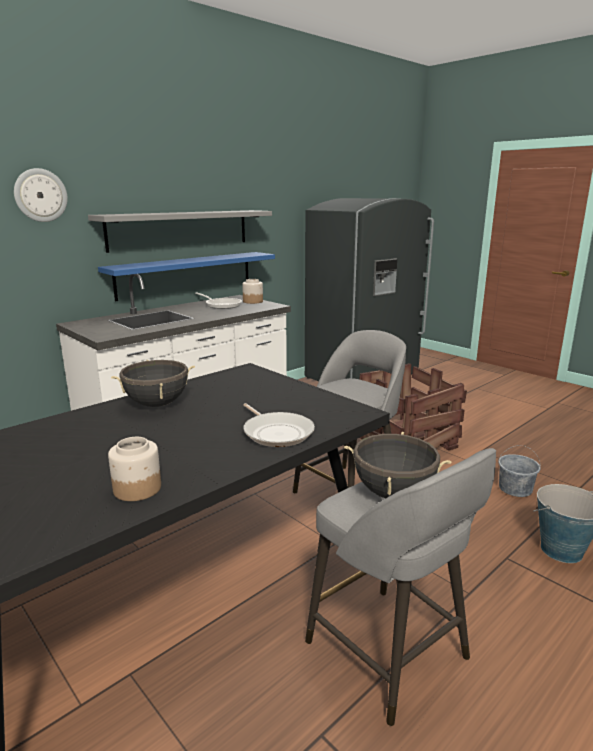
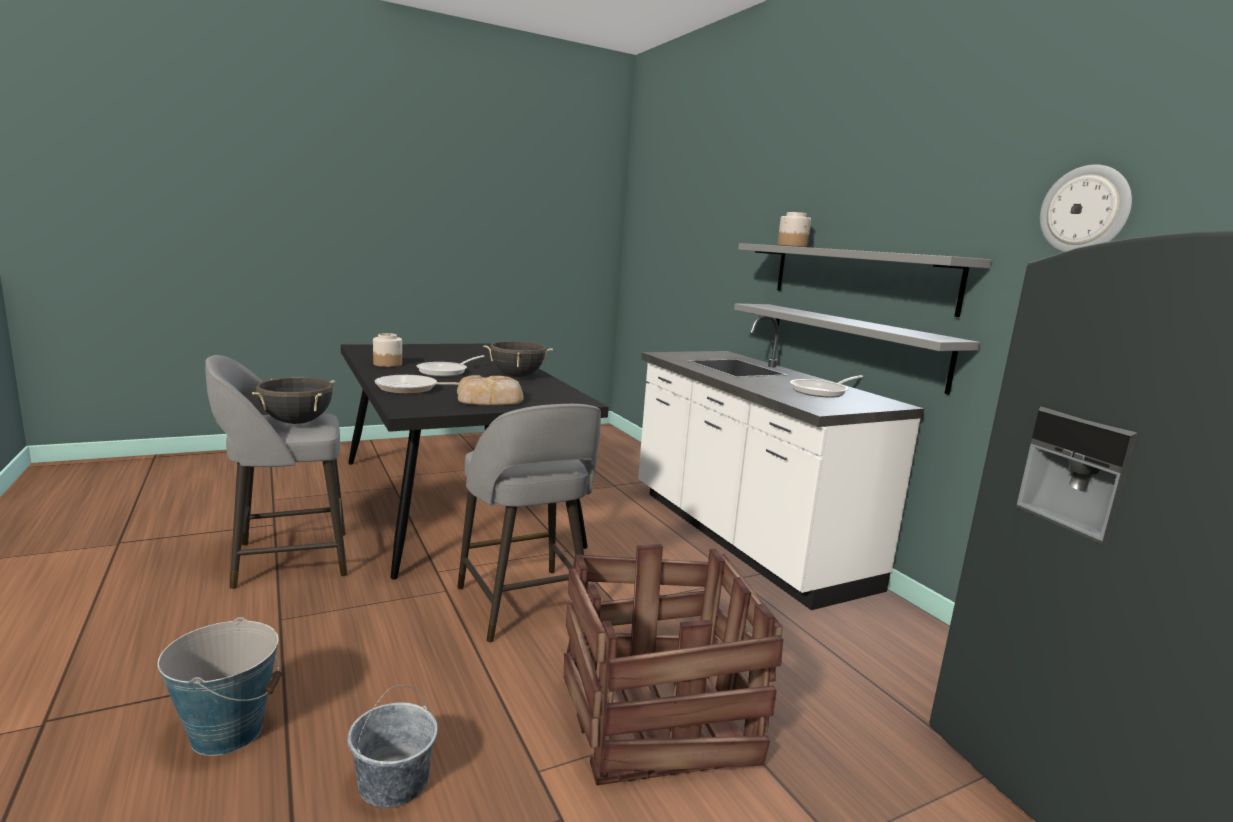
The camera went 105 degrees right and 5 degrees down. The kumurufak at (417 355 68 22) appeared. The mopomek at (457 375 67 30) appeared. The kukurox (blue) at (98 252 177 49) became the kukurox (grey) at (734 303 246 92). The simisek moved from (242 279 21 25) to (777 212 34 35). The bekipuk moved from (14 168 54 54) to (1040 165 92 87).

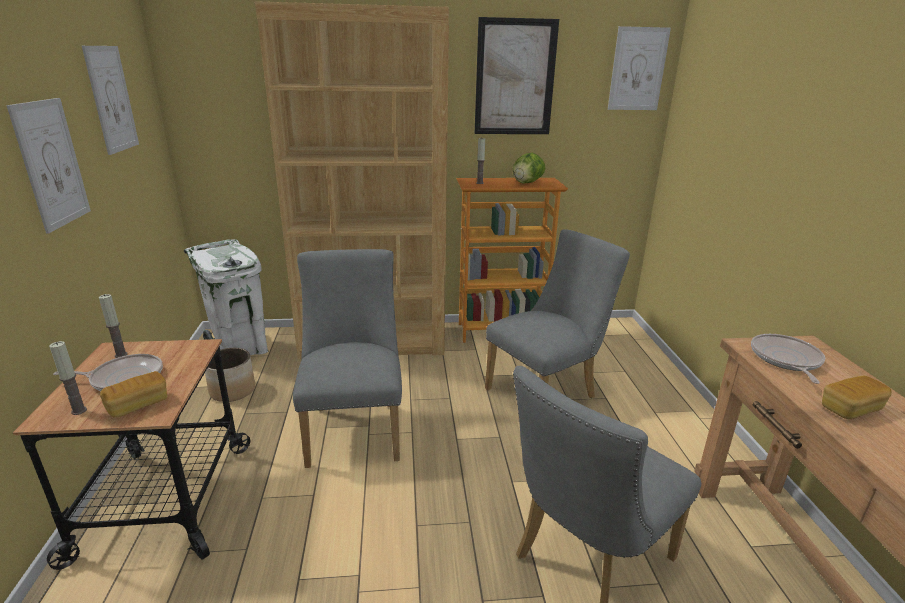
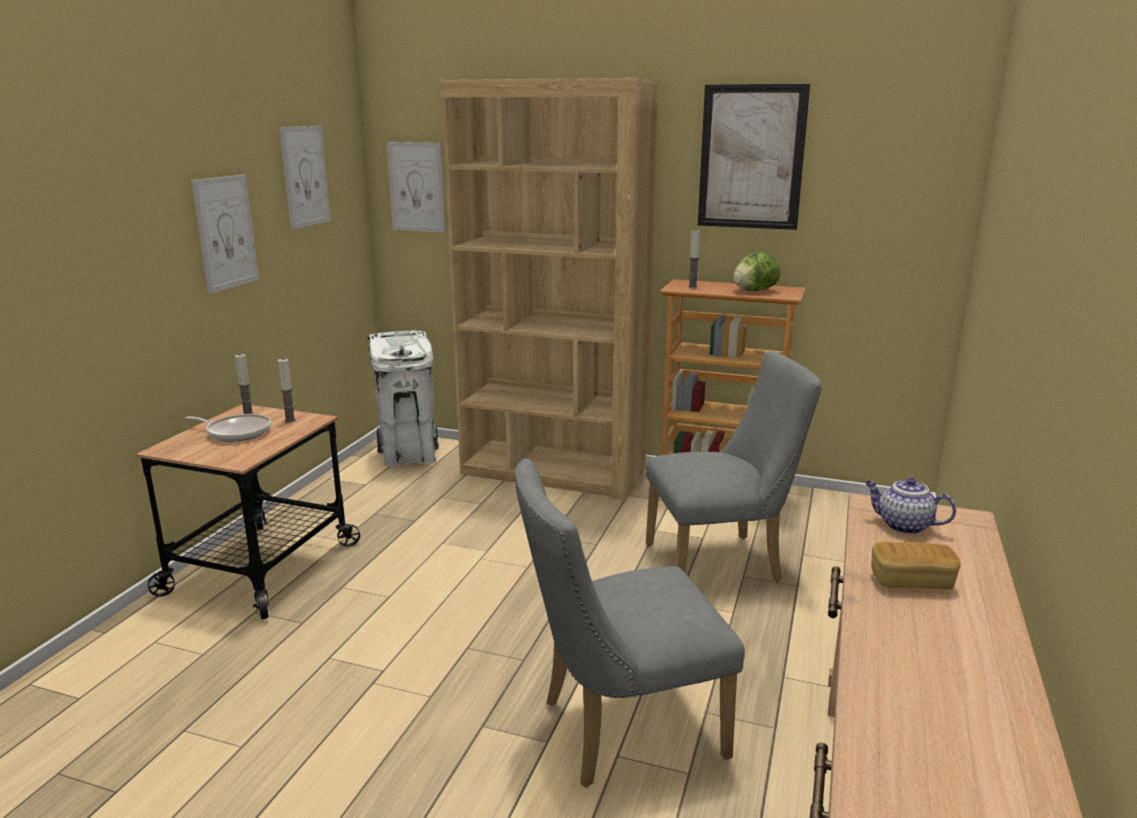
The camera went 25 degrees right and 5 degrees down. The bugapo moved from (49 341 38 74) to (277 359 19 64). The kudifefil moved from (608 26 63 84) to (387 142 58 90). The kumurufak at (751 334 74 50) was replaced by the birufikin at (865 478 91 56). The mopomek at (100 371 67 47) disappeared. The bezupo at (205 348 50 54) disappeared. The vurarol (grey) at (293 249 109 219) disappeared.

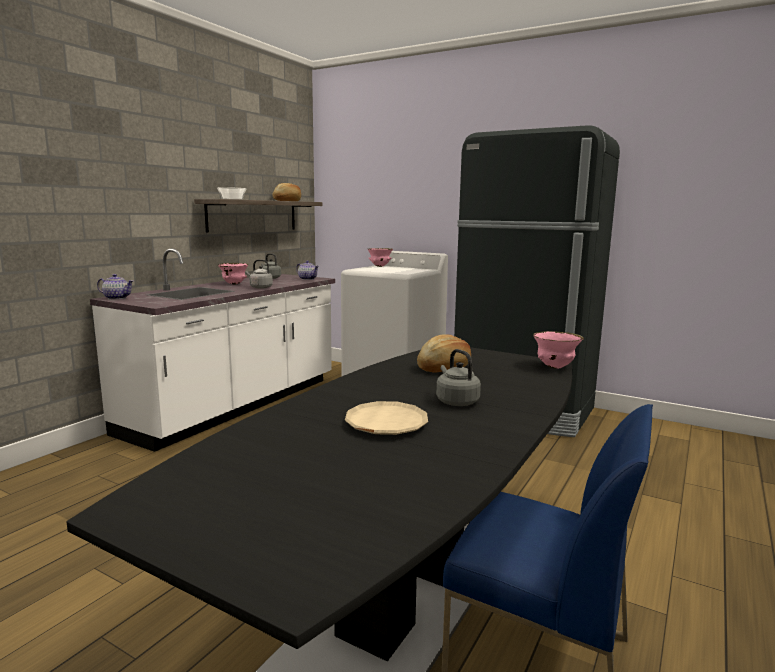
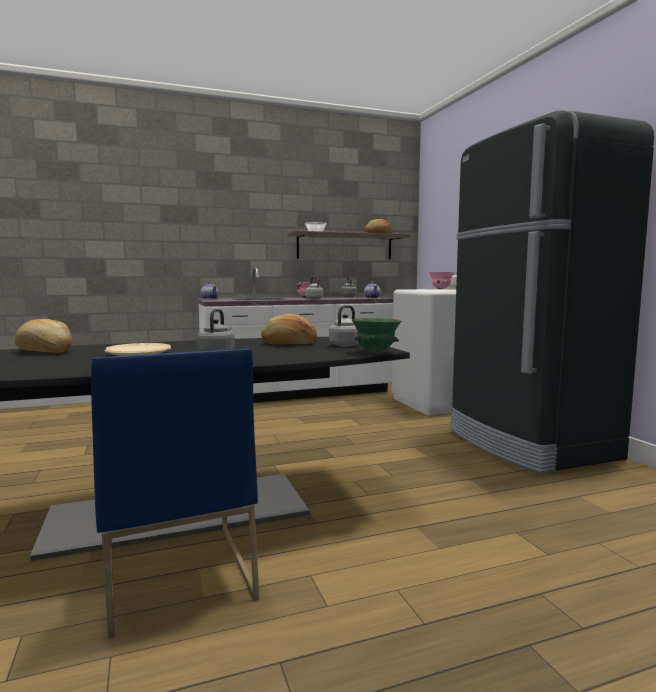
The camera went 40 degrees right and 5 degrees down. The mopomek at (15 319 57 34) appeared. The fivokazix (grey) at (329 305 30 42) appeared. The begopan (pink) at (533 331 51 38) became the begopan (green) at (352 318 50 35).

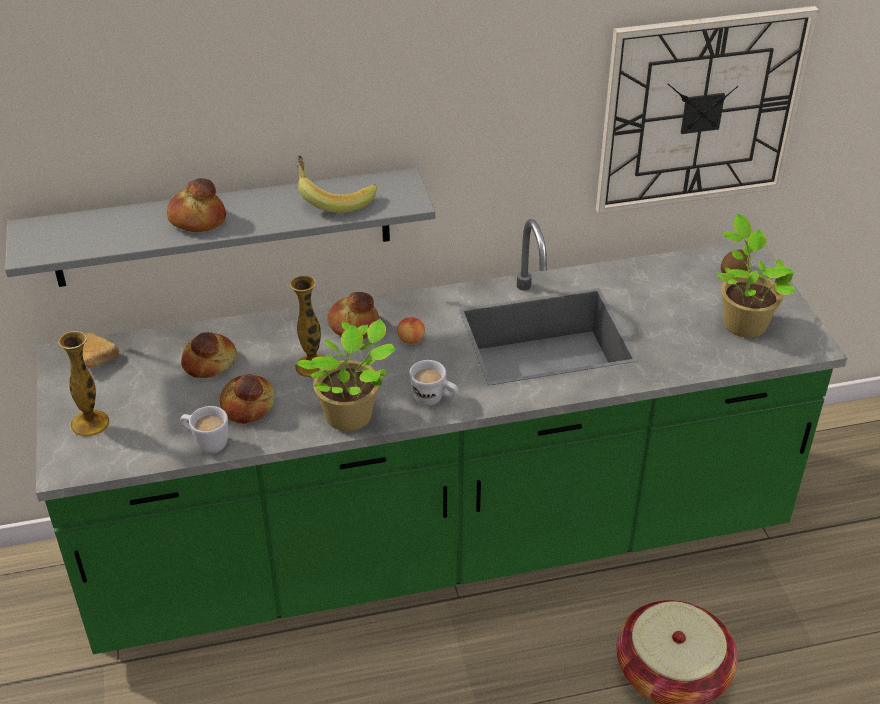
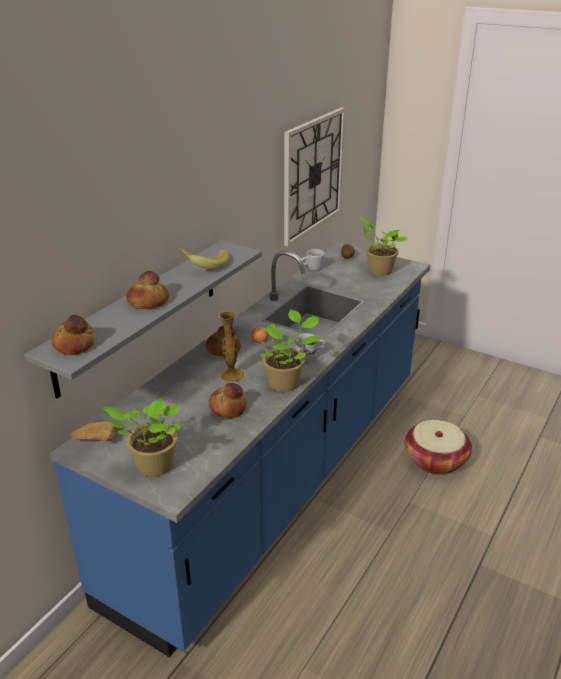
The camera went 45 degrees left and 10 degrees down. The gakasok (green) at (36 219 811 435) became the gakasok (blue) at (50 243 380 414). The mopomek moved from (181 332 56 46) to (52 315 44 40). The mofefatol at (58 331 52 106) was replaced by the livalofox at (102 398 79 79). The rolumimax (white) moved from (180 406 48 48) to (301 249 24 22).

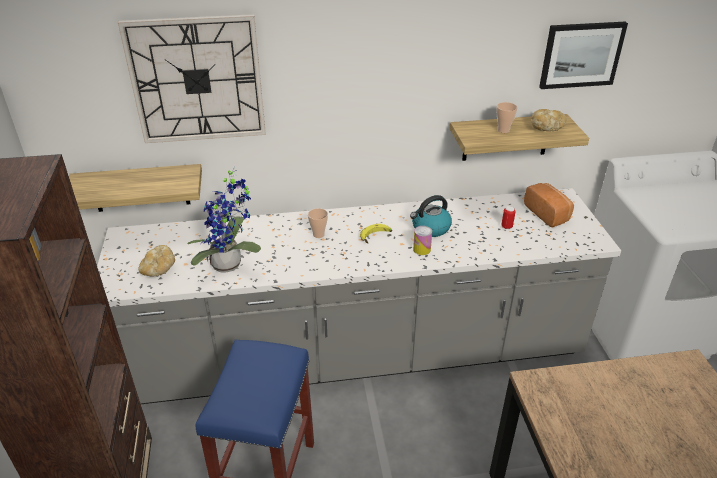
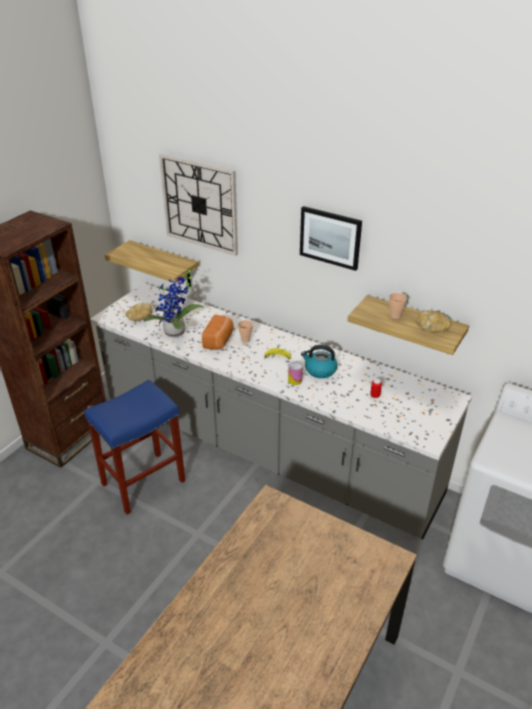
The camera went 40 degrees right and 0 degrees up. The mopomek moved from (524 183 50 44) to (202 315 32 35). The kudifefil moved from (539 22 89 67) to (300 206 62 65).

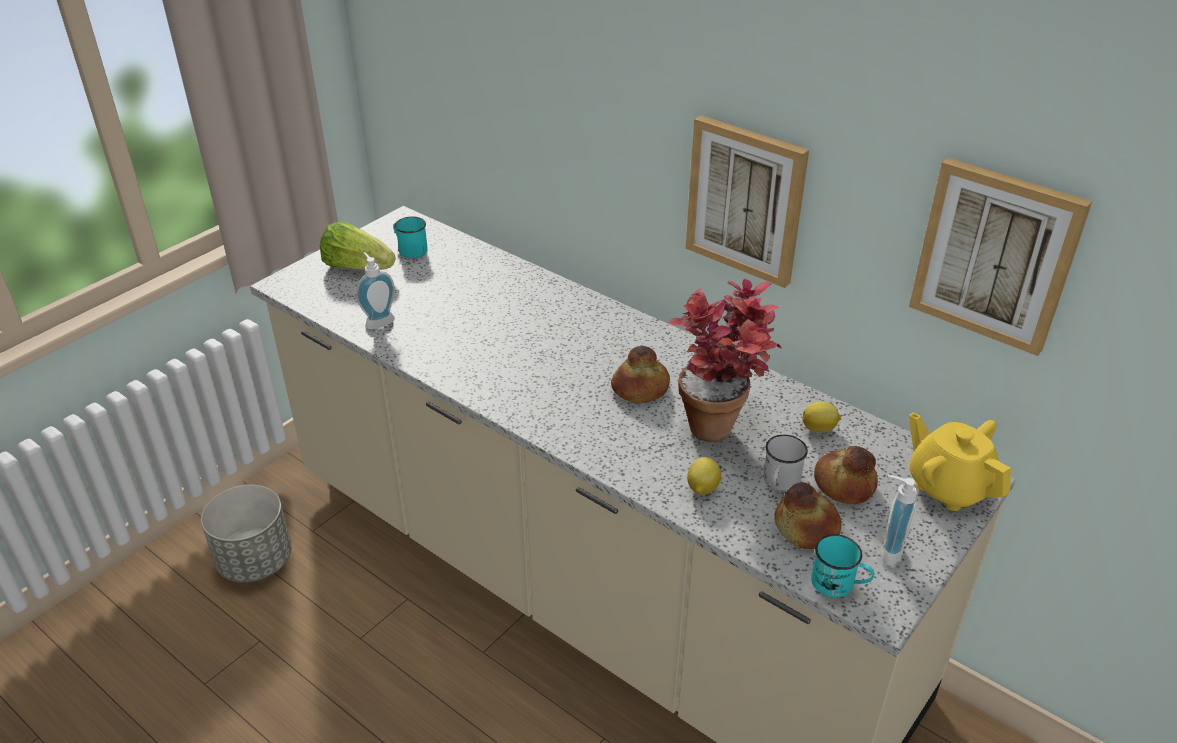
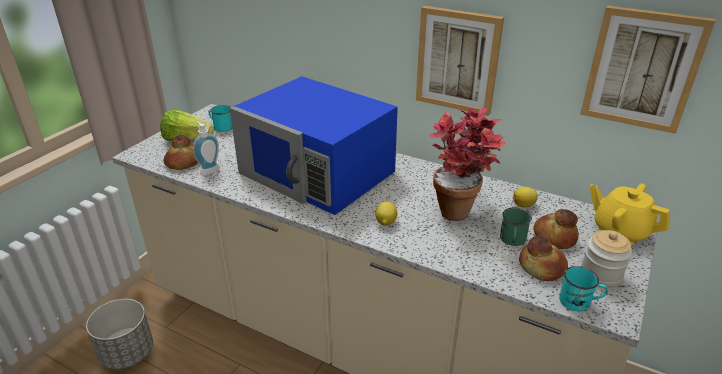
The camera went 10 degrees left and 5 degrees down. The mopomek moved from (611 346 59 58) to (163 135 35 35). The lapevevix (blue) at (229 76 169 139) appeared. The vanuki moved from (687 457 34 38) to (376 201 21 25). The rolumimax (white) at (763 435 45 56) became the rolumimax (green) at (500 207 32 39). The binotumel at (881 475 36 90) was replaced by the simisek at (581 230 51 58).

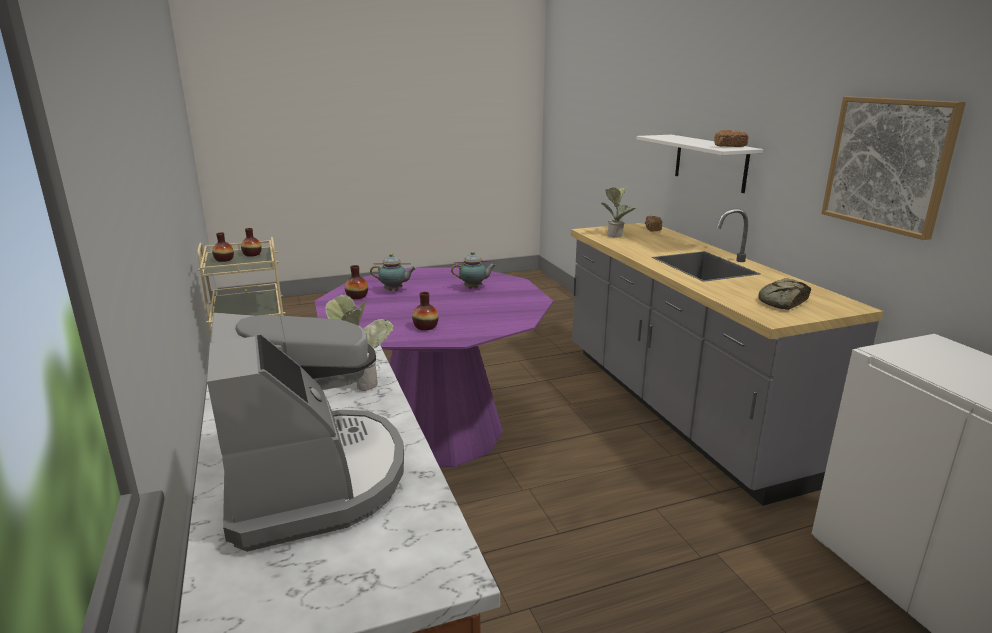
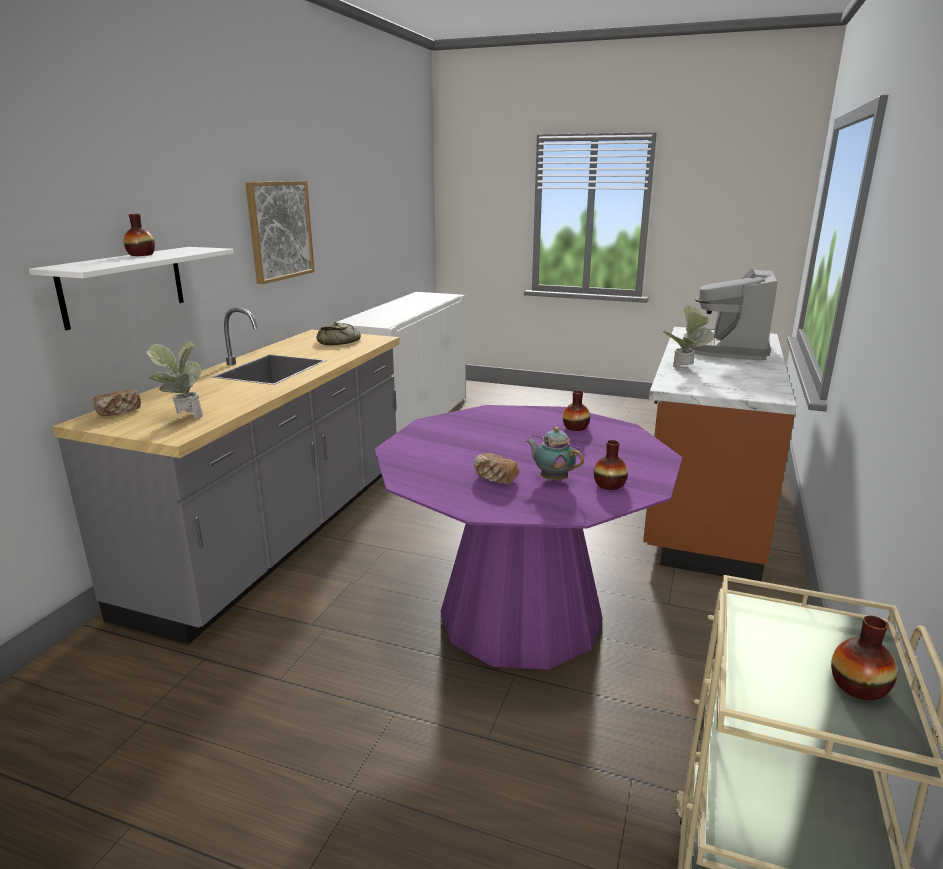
The camera went 140 degrees left and 0 degrees up. The mofefatol moved from (241 228 21 29) to (124 214 31 42). The mopomek moved from (714 130 35 17) to (474 453 45 31). The birufikin at (451 251 45 38) disappeared.

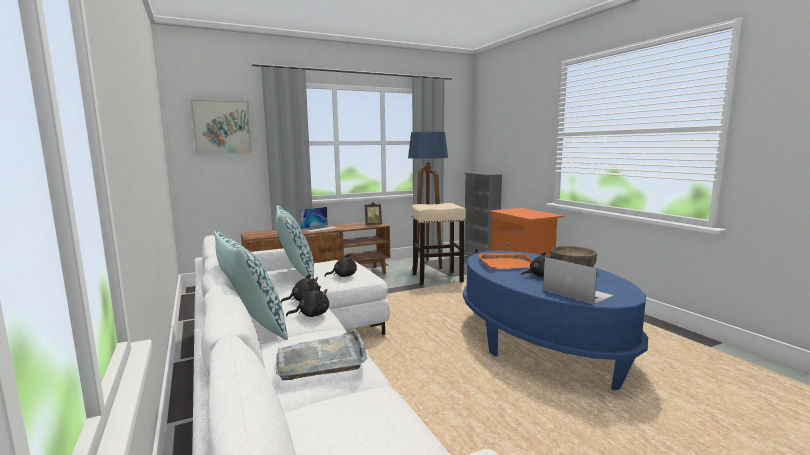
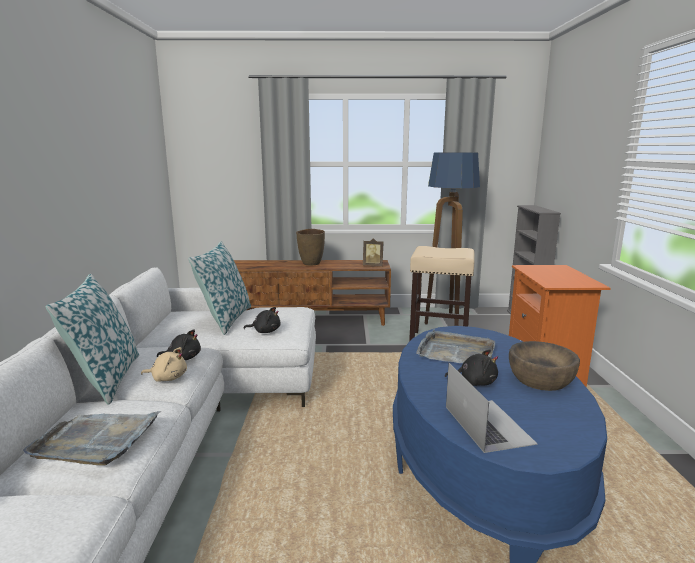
The camera went 25 degrees right and 5 degrees up. The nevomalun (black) at (286 286 43 31) became the nevomalun (beige) at (141 347 46 35). The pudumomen at (300 207 38 25) was replaced by the mofefatol (brown) at (296 229 29 37). The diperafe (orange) at (479 253 54 16) became the diperafe (grey) at (416 329 79 34). The kudifefil at (190 99 62 56) disappeared.

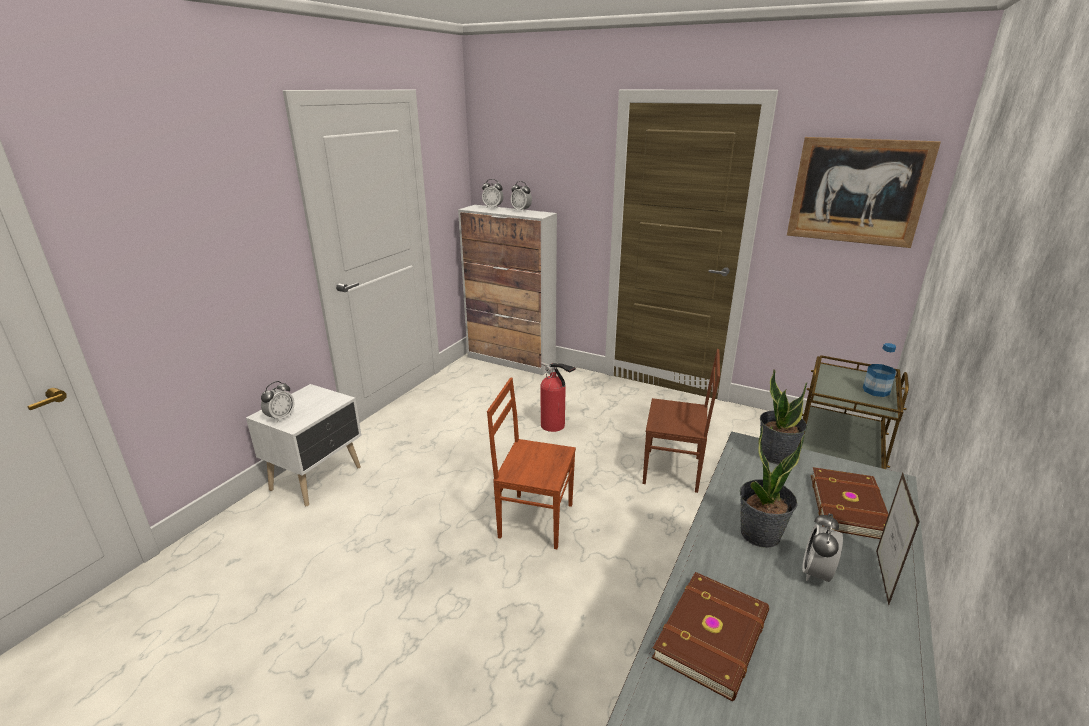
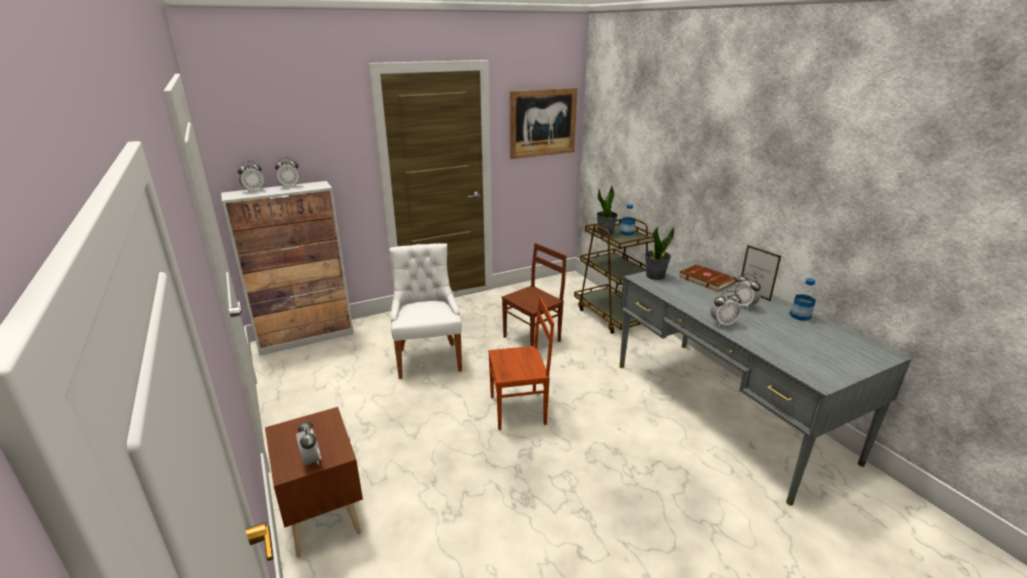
The camera went 55 degrees left and 0 degrees up. The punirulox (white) at (246 384 116 122) became the punirulox (brown) at (265 407 98 151). The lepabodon at (541 362 35 70) was replaced by the vurarol (white) at (389 243 73 136). The vurarol (brown) at (487 377 89 172) turned 150 degrees counterclockwise. The livalofox moved from (740 426 65 122) to (596 186 22 49). The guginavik at (710 291 31 36) appeared. The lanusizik at (789 278 27 43) appeared. The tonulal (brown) at (652 572 117 129) disappeared.

